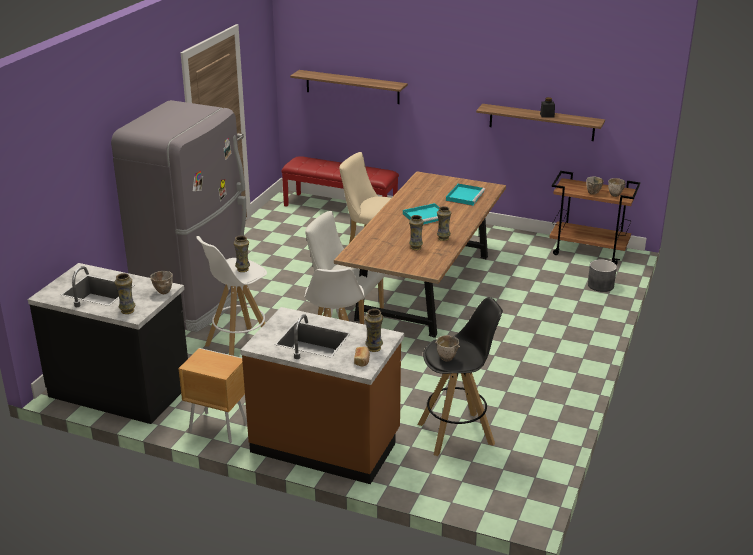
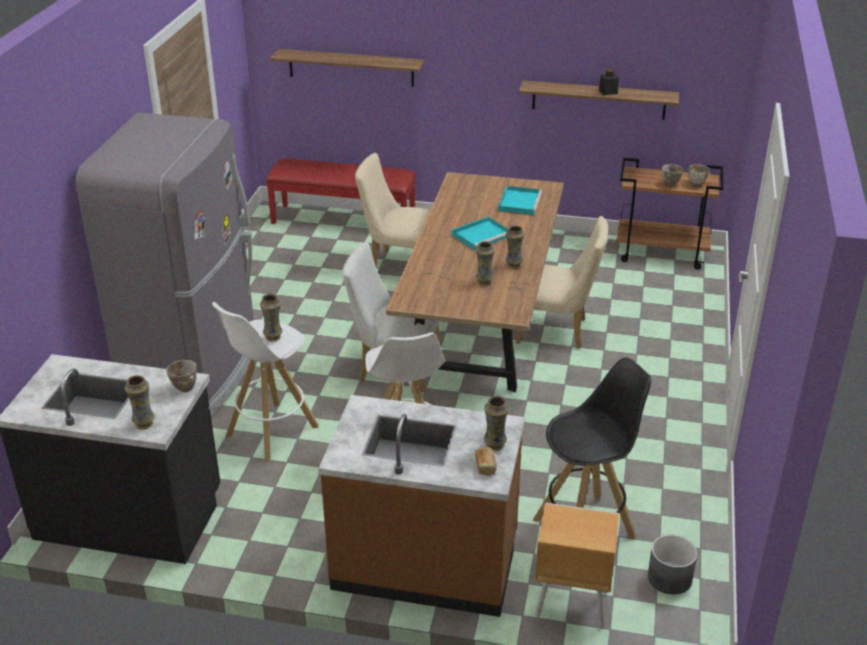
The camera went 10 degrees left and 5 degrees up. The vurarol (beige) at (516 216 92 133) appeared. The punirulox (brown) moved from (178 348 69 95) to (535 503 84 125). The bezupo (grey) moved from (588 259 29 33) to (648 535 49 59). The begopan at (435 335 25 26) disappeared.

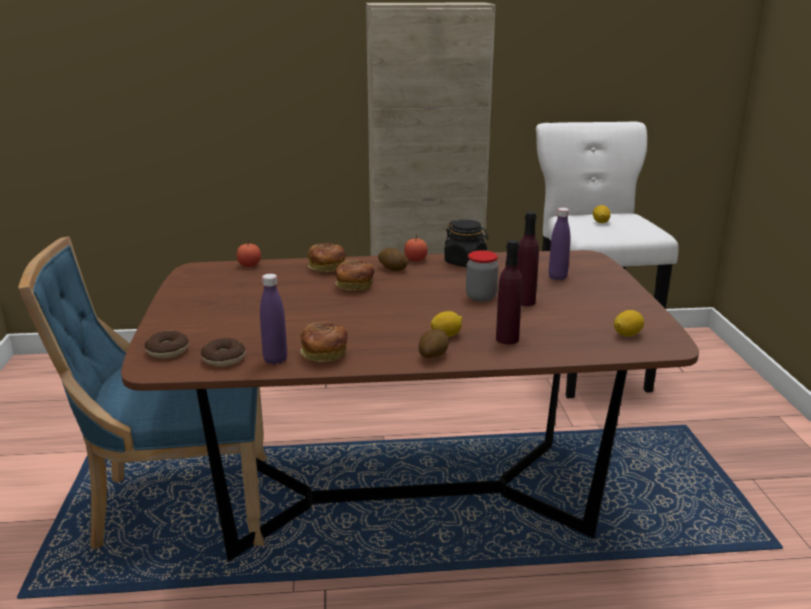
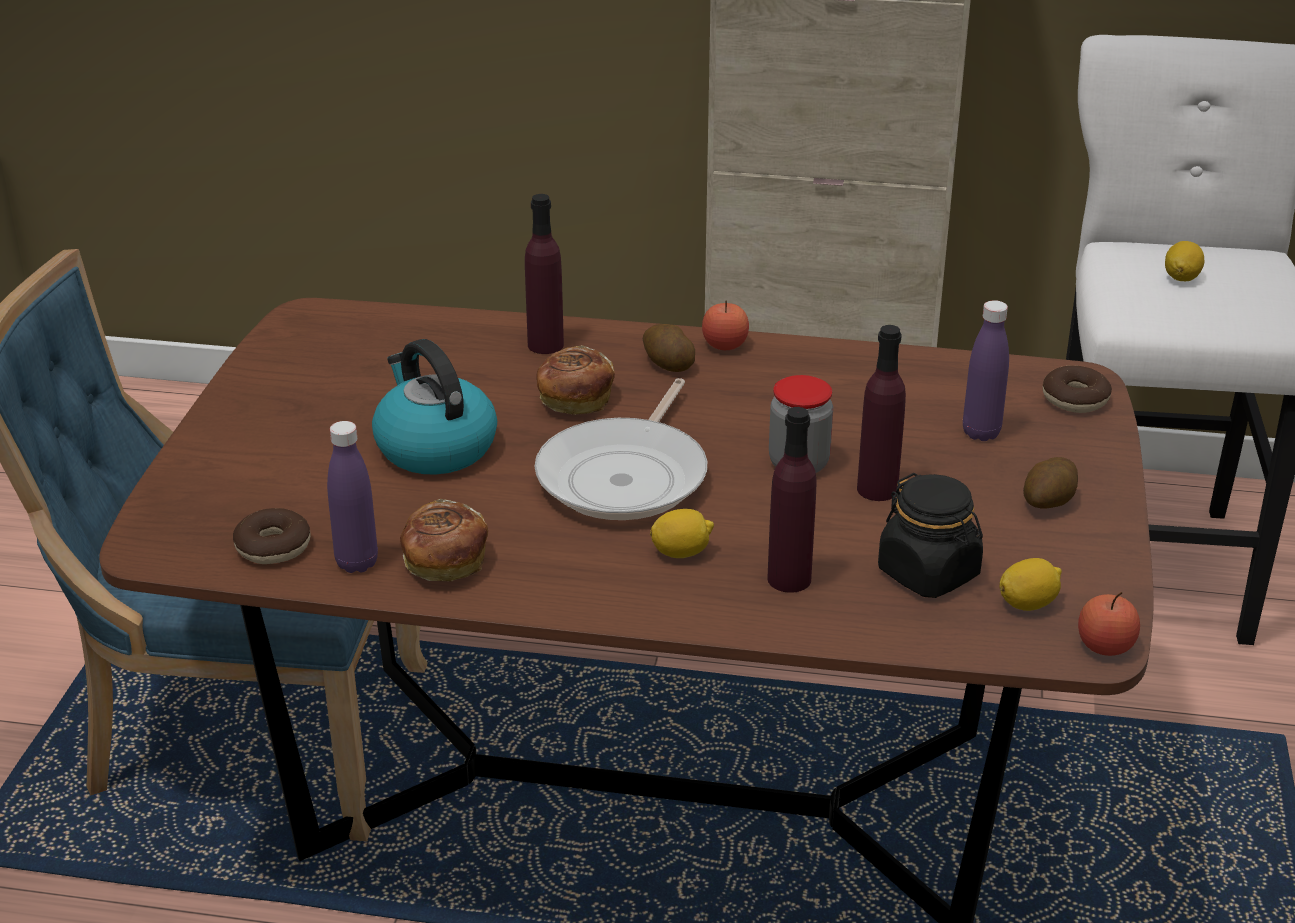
The camera went 15 degrees right and 10 degrees up. The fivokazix at (372 339 125 136) appeared. The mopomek at (308 243 38 29) was replaced by the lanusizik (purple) at (525 194 39 160). The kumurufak at (535 378 172 142) appeared. The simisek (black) moved from (444 220 44 47) to (878 473 105 125). The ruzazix moved from (419 329 30 29) to (1023 457 55 52). The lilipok moved from (145 331 44 27) to (1043 365 69 48). The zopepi moved from (237 239 24 28) to (1078 592 62 64).

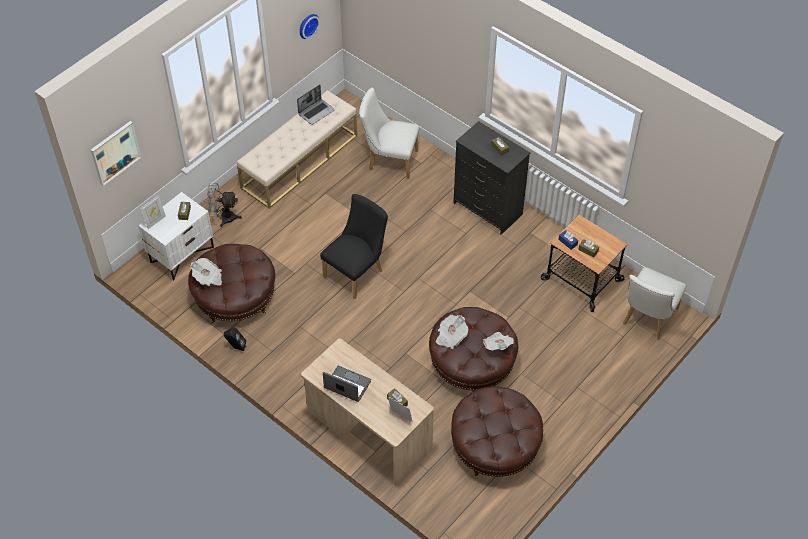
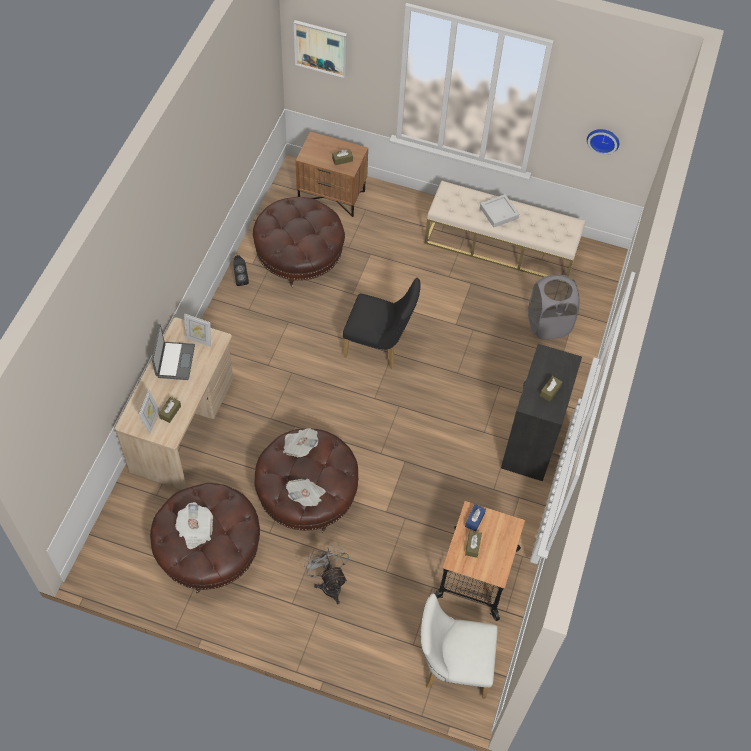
The camera went 65 degrees right and 5 degrees up. The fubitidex moved from (191 258 31 28) to (175 502 38 47). The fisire moved from (140 195 26 34) to (184 313 27 34). The punirulox (white) at (138 192 76 88) became the punirulox (brown) at (295 132 73 85). The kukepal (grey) moved from (207 183 35 44) to (304 545 45 59). The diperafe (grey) at (480 194 39 33) appeared. The vurarol (white) at (359 87 61 92) was replaced by the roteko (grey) at (528 274 52 65). The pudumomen at (297 85 38 40) disappeared.

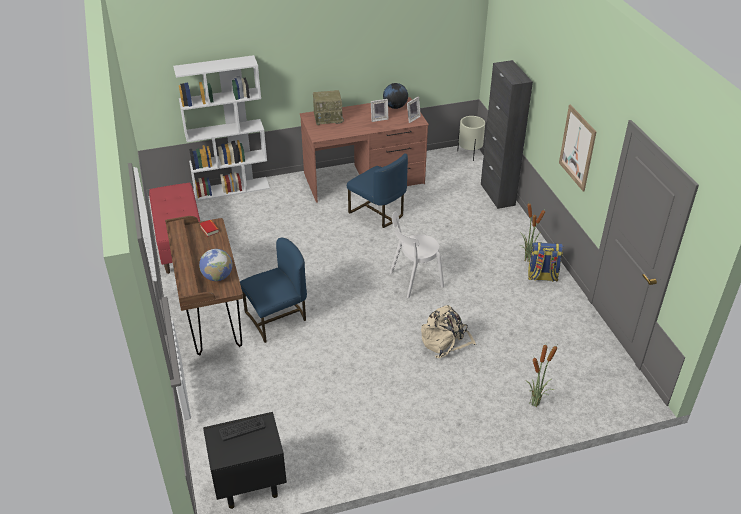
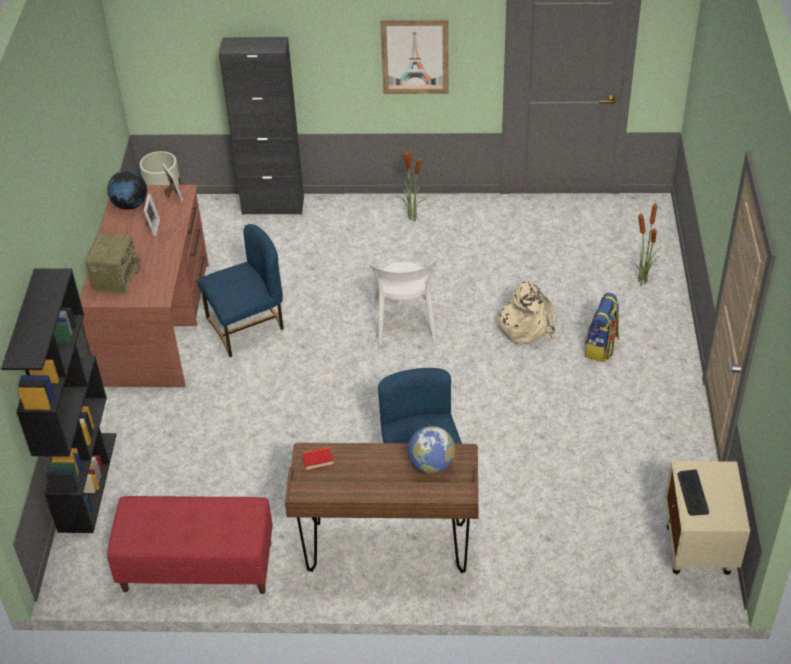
The camera went 70 degrees left and 5 degrees up. The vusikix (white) at (173 55 97 146) became the vusikix (black) at (1 268 116 265). The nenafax moved from (528 242 35 40) to (585 293 34 69). The punirulox (black) at (203 412 84 97) became the punirulox (beige) at (665 461 85 114).

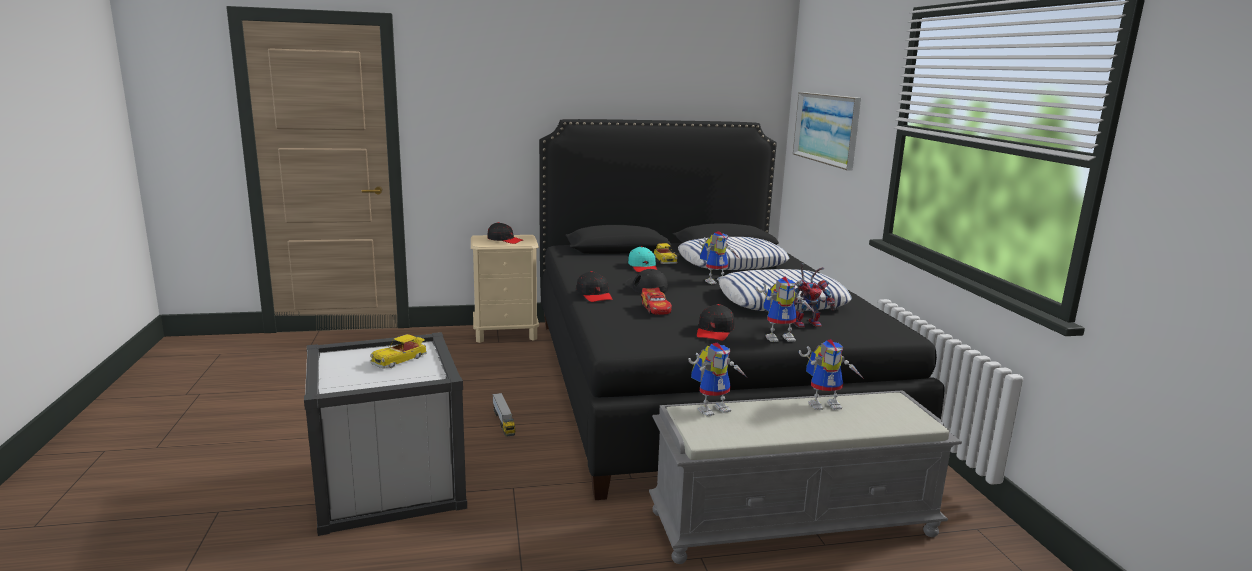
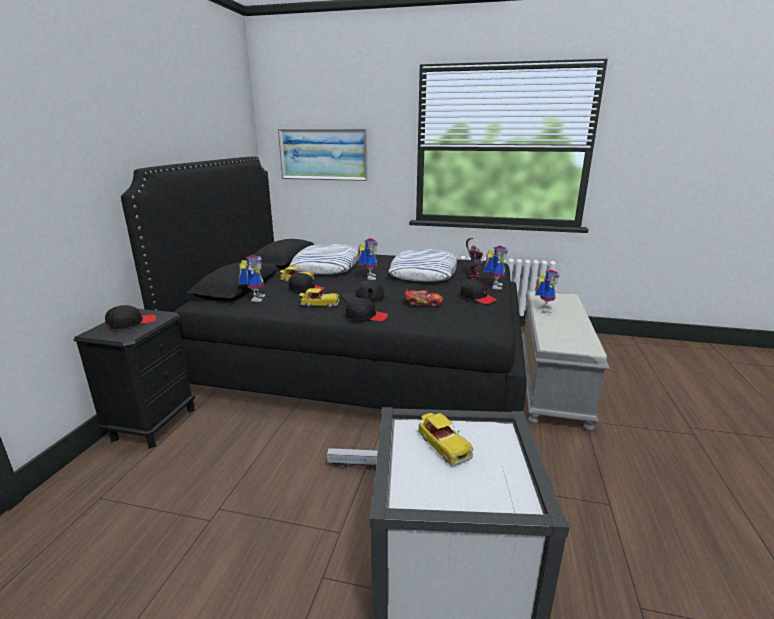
The camera went 65 degrees left and 5 degrees up. The punirulox (beige) at (471 235 68 108) became the punirulox (black) at (74 309 121 140). The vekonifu moved from (689 343 58 74) to (239 255 26 47). The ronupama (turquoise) at (628 246 29 26) became the ronupama (black) at (288 273 37 20). The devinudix at (299 288 40 19) appeared.

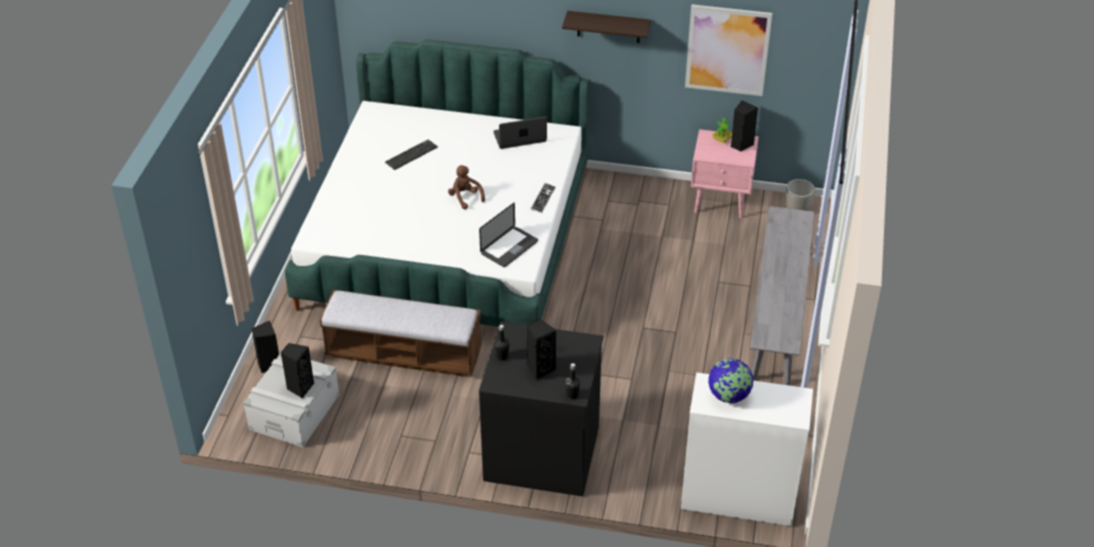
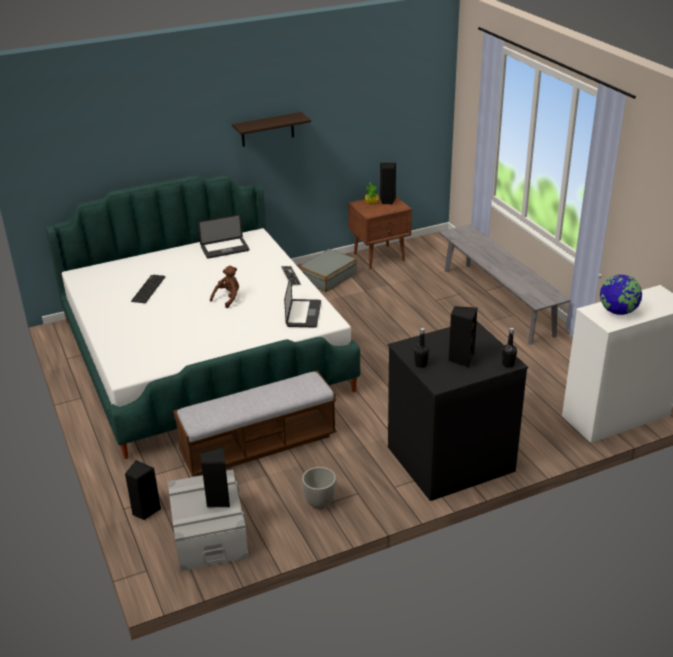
The camera went 35 degrees left and 10 degrees down. The pudumomen at (493 117 54 32) turned 150 degrees counterclockwise. The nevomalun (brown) at (448 165 37 45) turned 105 degrees clockwise. The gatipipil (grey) at (298 249 59 43) appeared. The bezupo moved from (786 179 29 32) to (302 467 34 42). The punirulox (pink) at (691 129 68 90) became the punirulox (brown) at (348 196 64 73). The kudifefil at (685 5 87 91) disappeared.

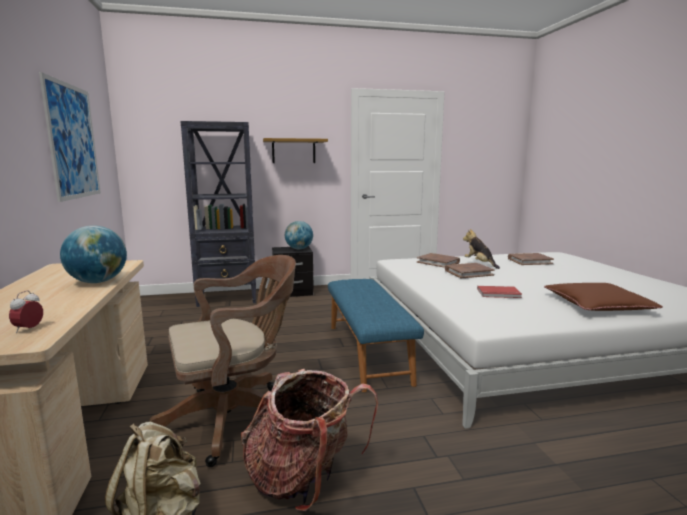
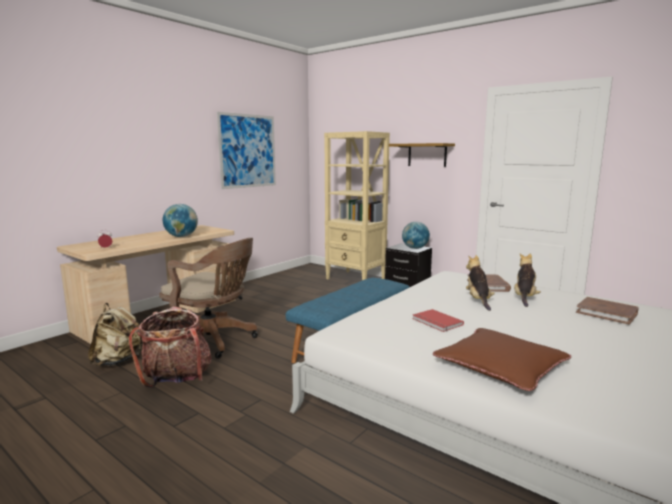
The camera went 50 degrees right and 0 degrees up. The vusikix (black) at (180 121 76 186) became the vusikix (beige) at (324 131 66 149). The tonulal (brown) at (445 263 50 15) was replaced by the nevomalun at (466 255 29 56).

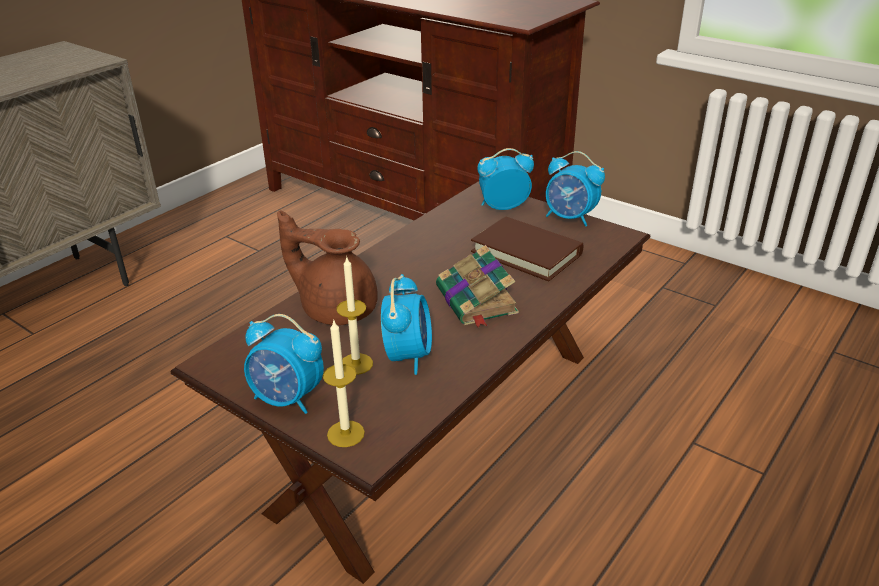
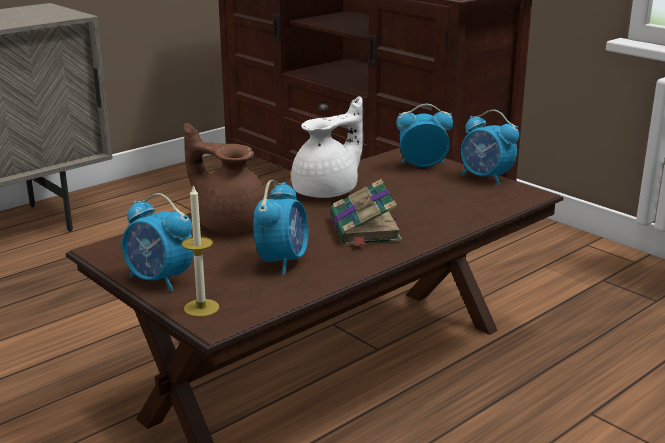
The camera went 10 degrees right and 10 degrees down. The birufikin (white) at (291 96 72 102) appeared. The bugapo at (336 256 37 119) disappeared. The tonulal (brown) at (471 217 112 64) disappeared.

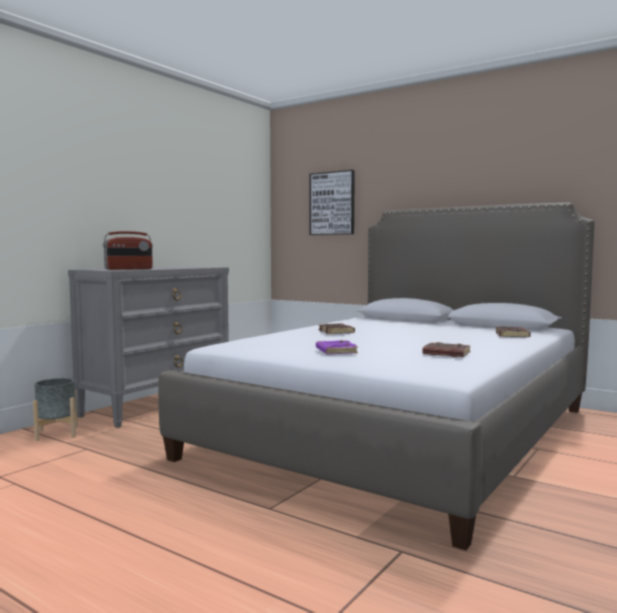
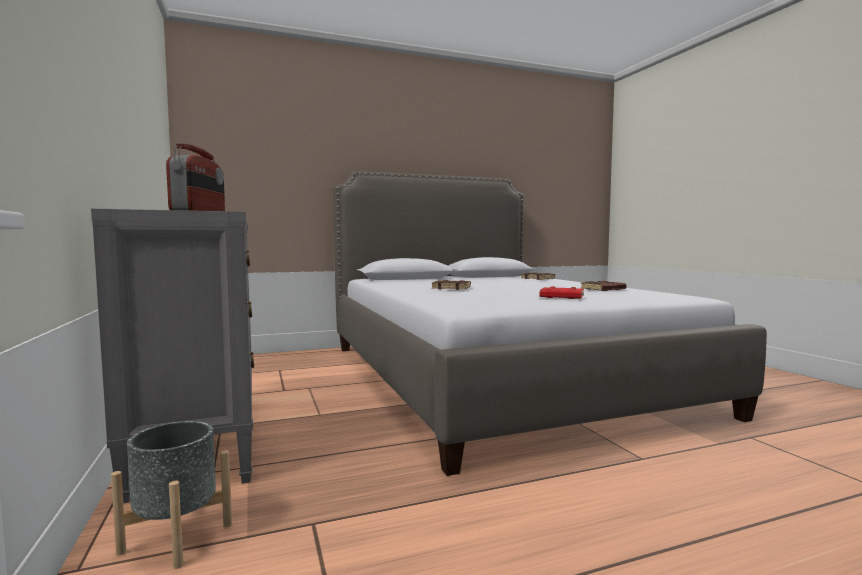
The camera went 55 degrees left and 0 degrees up. The tonulal (purple) at (316 340 42 15) became the tonulal (red) at (540 286 44 13). The kudifefil at (310 170 45 65) disappeared.

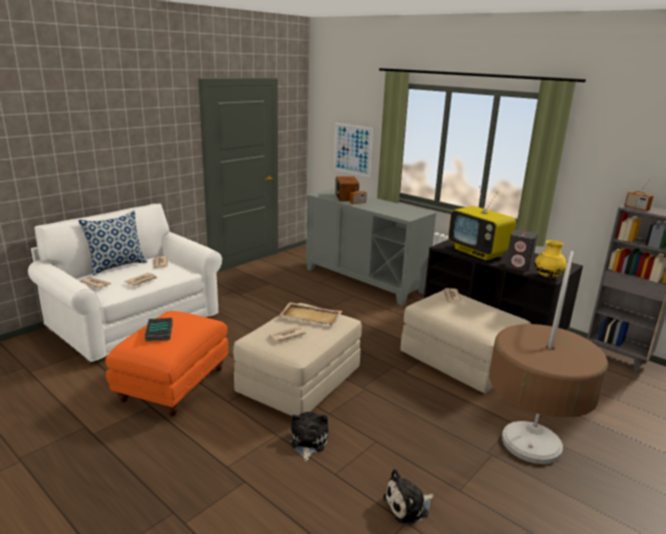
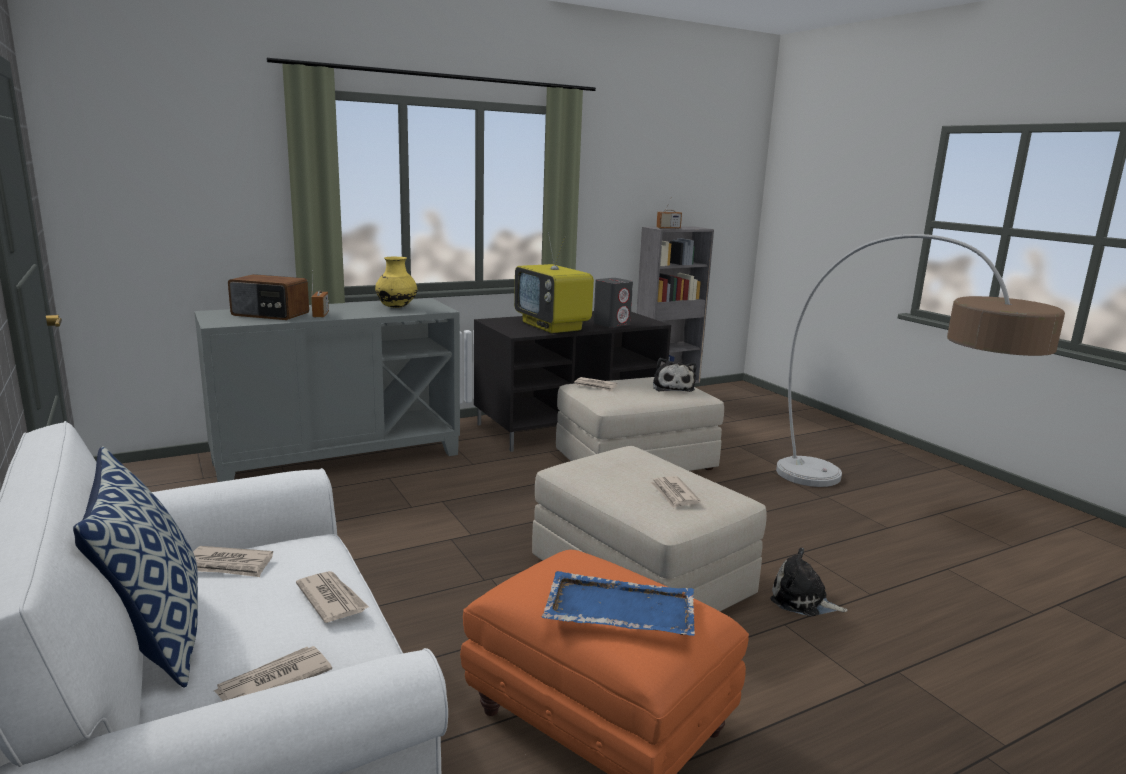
The camera went 70 degrees left and 5 degrees down. The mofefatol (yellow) moved from (534 240 33 38) to (375 257 42 51). The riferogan at (448 186 68 74) turned 75 degrees clockwise. The tonulal at (144 318 29 23) was replaced by the diperafe (blue) at (542 571 153 65). The nevomalun moved from (383 469 51 56) to (653 358 43 34). The diperafe (beige) at (278 302 64 23) disappeared. The kudifefil at (334 123 39 54) disappeared.

